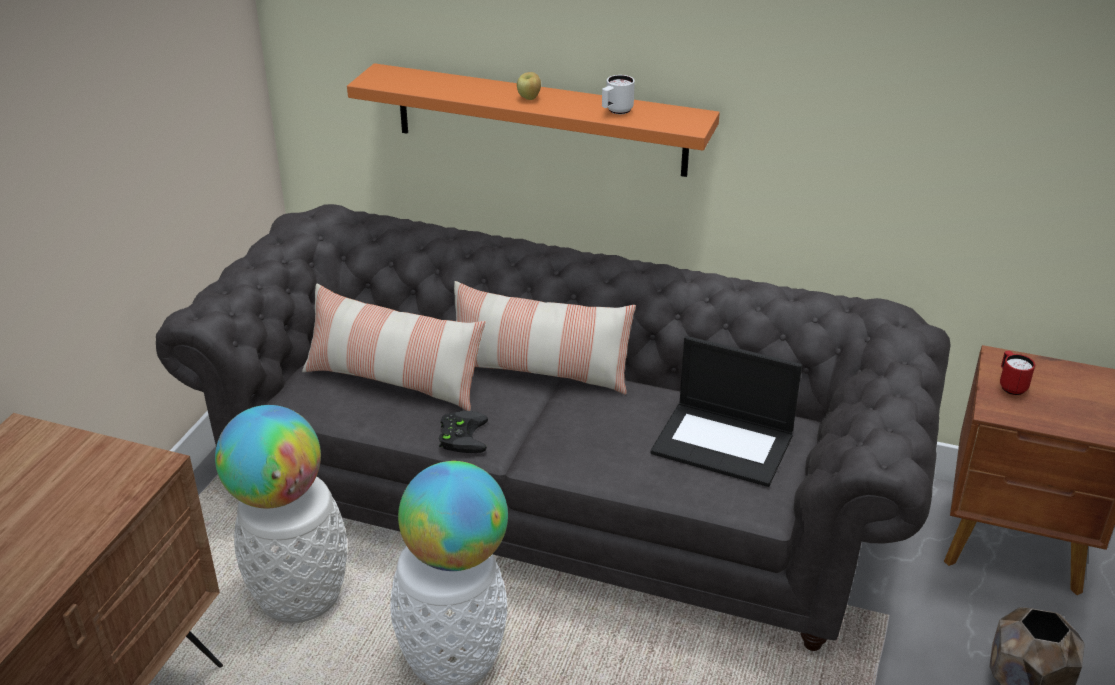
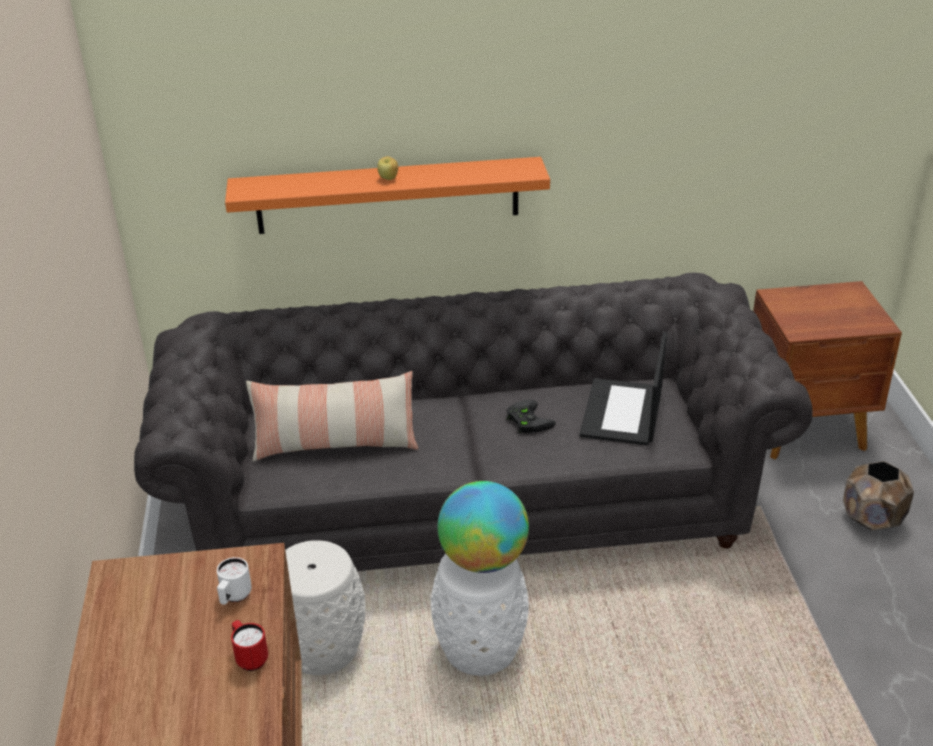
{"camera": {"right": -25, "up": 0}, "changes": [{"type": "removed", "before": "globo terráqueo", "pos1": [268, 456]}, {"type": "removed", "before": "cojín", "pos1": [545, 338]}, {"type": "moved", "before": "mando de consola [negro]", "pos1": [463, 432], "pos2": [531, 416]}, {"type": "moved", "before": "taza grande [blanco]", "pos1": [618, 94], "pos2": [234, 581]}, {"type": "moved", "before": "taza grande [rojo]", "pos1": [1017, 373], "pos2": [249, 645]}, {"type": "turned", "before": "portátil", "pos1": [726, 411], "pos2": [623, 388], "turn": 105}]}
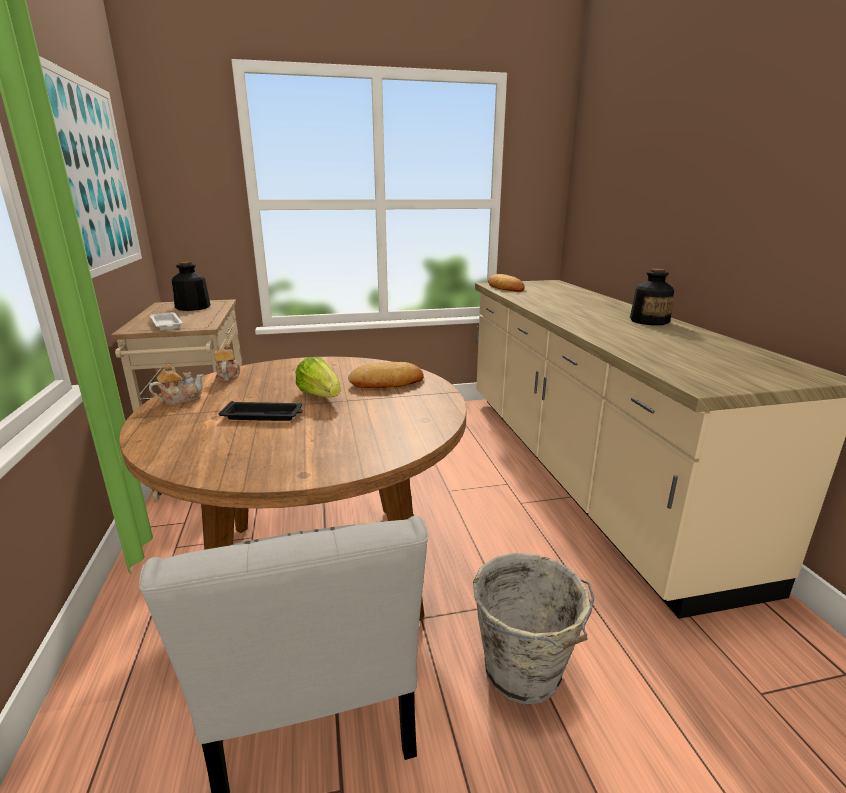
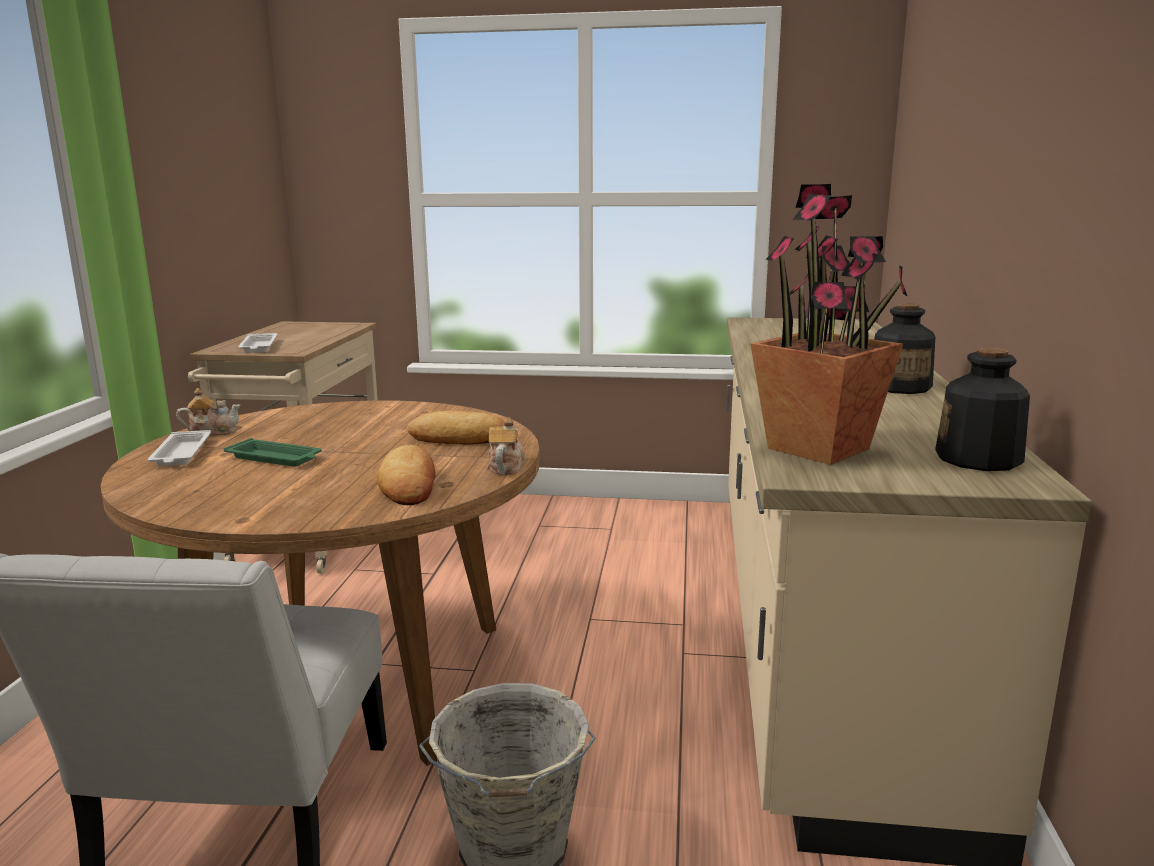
{"camera": {"right": 20, "up": -5}, "changes": [{"type": "removed", "before": "cuadro", "pos1": [90, 167]}, {"type": "removed", "before": "lechuga", "pos1": [318, 377]}, {"type": "added", "after": "bandeja [blanco]", "pos2": [179, 448]}, {"type": "added", "after": "planta en maceta", "pos2": [829, 324]}, {"type": "moved", "before": "botella", "pos1": [191, 286], "pos2": [982, 409]}, {"type": "moved", "before": "tetera", "pos1": [227, 362], "pos2": [506, 446]}, {"type": "moved", "before": "pan", "pos1": [506, 283], "pos2": [406, 475]}, {"type": "recoloured", "before": "bandeja [negro]", "after": "bandeja [verde]", "pos1": [260, 411], "pos2": [273, 452]}]}
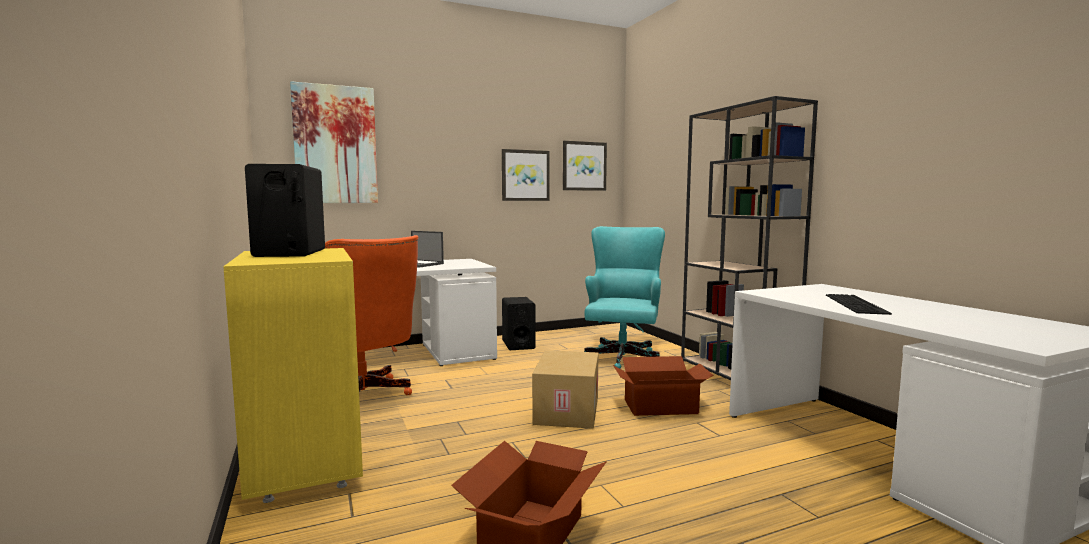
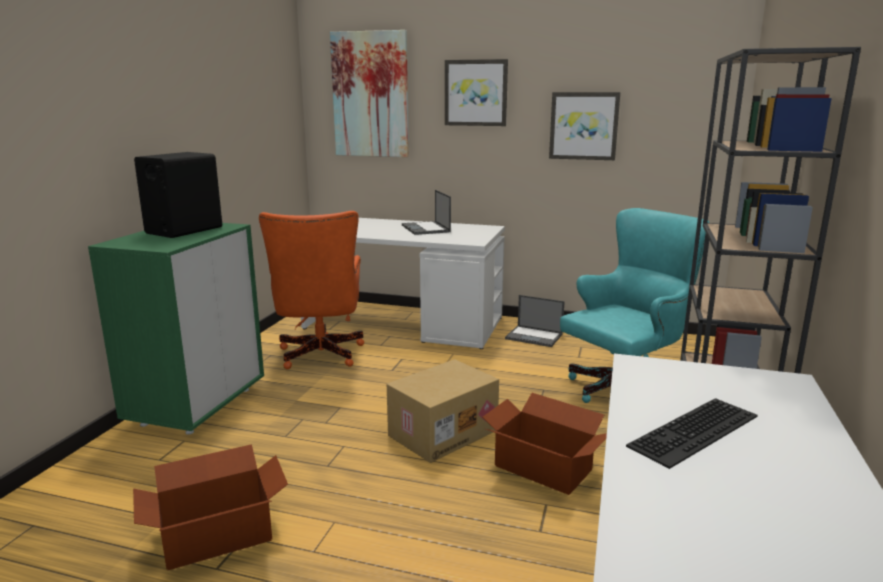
{"camera": {"right": 40, "up": 10}, "changes": [{"type": "moved", "before": "cuadro", "pos1": [585, 166], "pos2": [476, 92]}, {"type": "replaced", "before": "altavoz [negro]", "after": "portátil", "pos1": [518, 323], "pos2": [535, 321]}, {"type": "recoloured", "before": "armario [amarillo]", "after": "armario [verde]", "pos1": [293, 375], "pos2": [176, 329]}]}
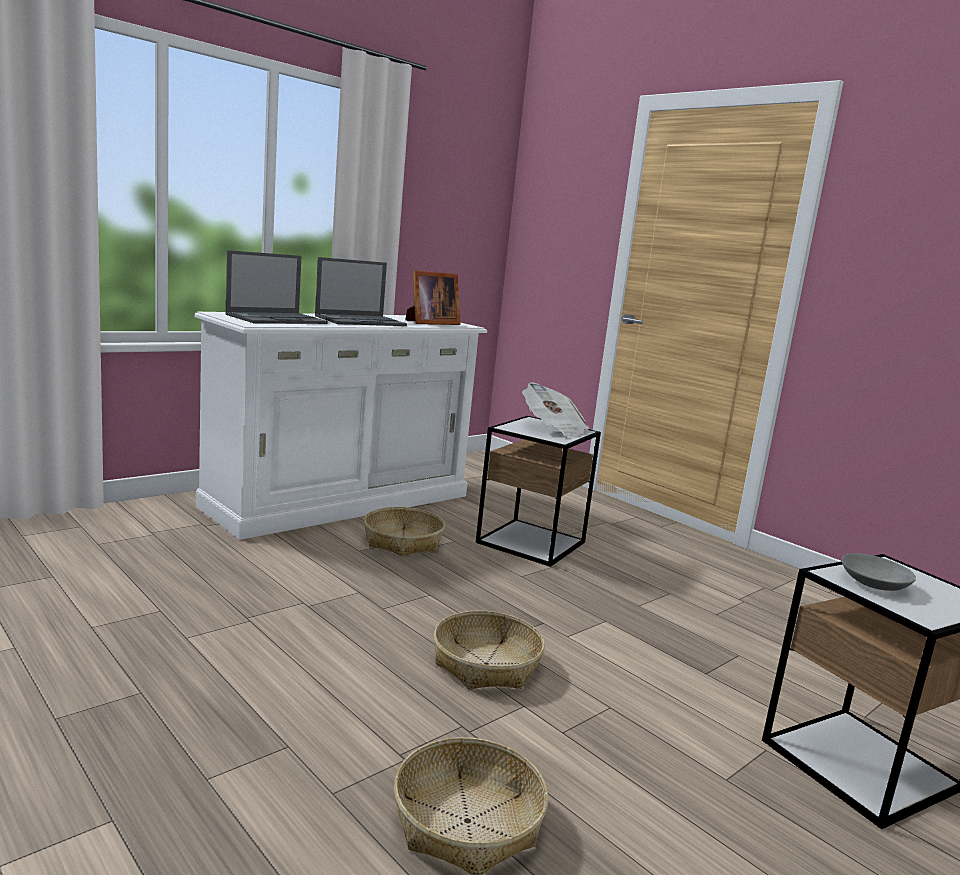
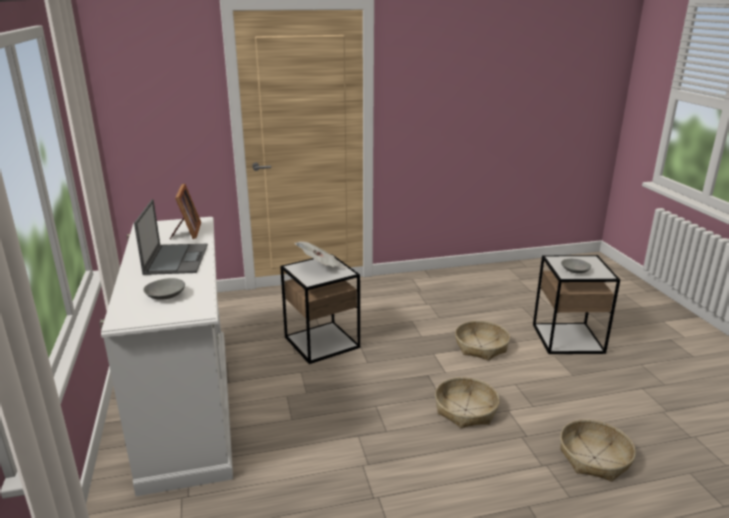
{"camera": {"right": -60, "up": 10}, "changes": [{"type": "moved", "before": "cesta", "pos1": [404, 531], "pos2": [482, 341]}, {"type": "replaced", "before": "portátil", "after": "cuenco [gris]", "pos1": [276, 287], "pos2": [164, 288]}]}
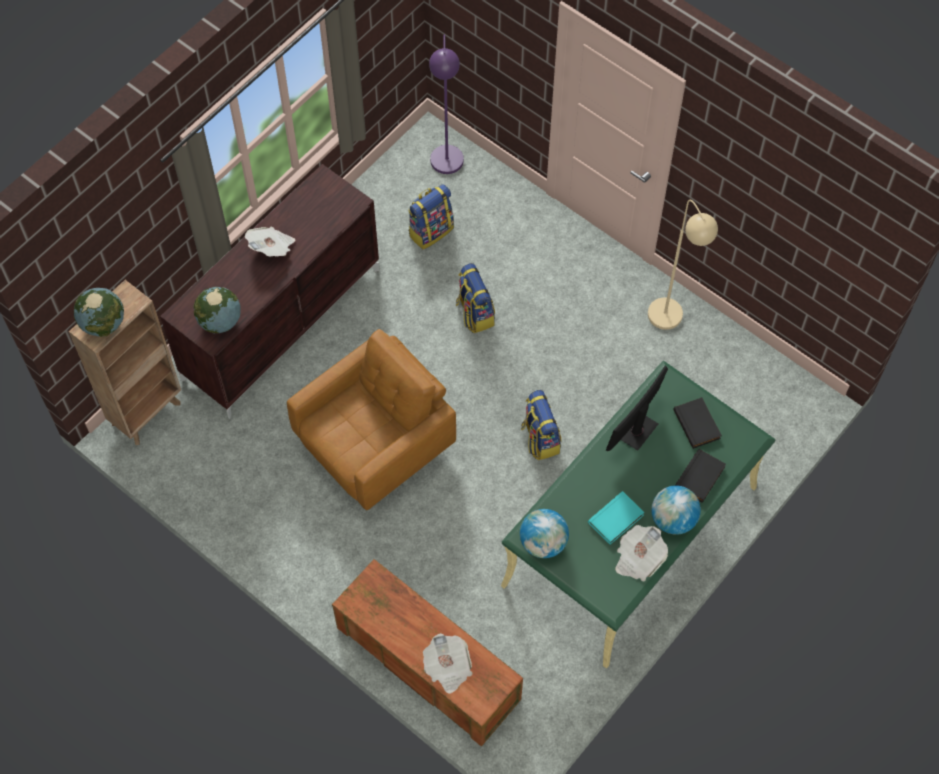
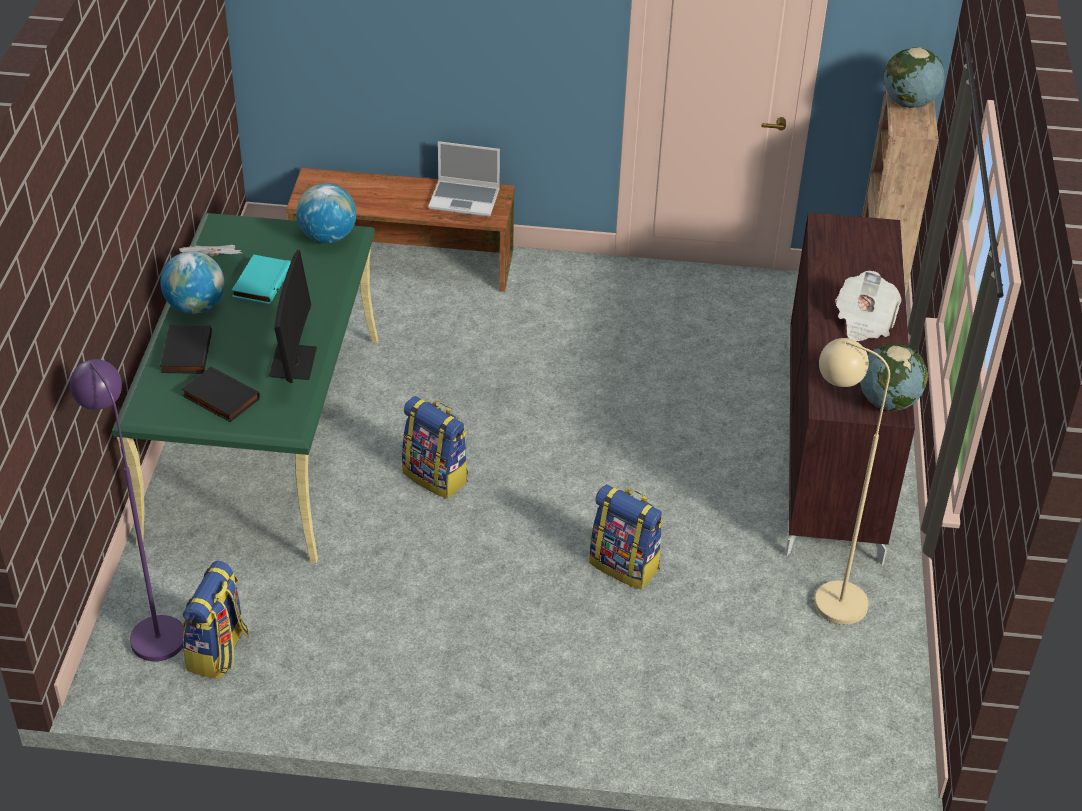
{"camera": {"right": 145, "up": -20}, "changes": [{"type": "removed", "before": "sillón [marrón]", "pos1": [371, 419]}, {"type": "removed", "before": "periódico", "pos1": [448, 663]}, {"type": "added", "after": "portátil", "pos2": [464, 179]}, {"type": "moved", "before": "globo terráqueo", "pos1": [217, 310], "pos2": [894, 377]}, {"type": "moved", "before": "mochila", "pos1": [431, 216], "pos2": [216, 620]}, {"type": "moved", "before": "lámpara de pie [morado]", "pos1": [446, 104], "pos2": [127, 510]}, {"type": "moved", "before": "lámpara de pie [beis]", "pos1": [683, 265], "pos2": [852, 481]}]}
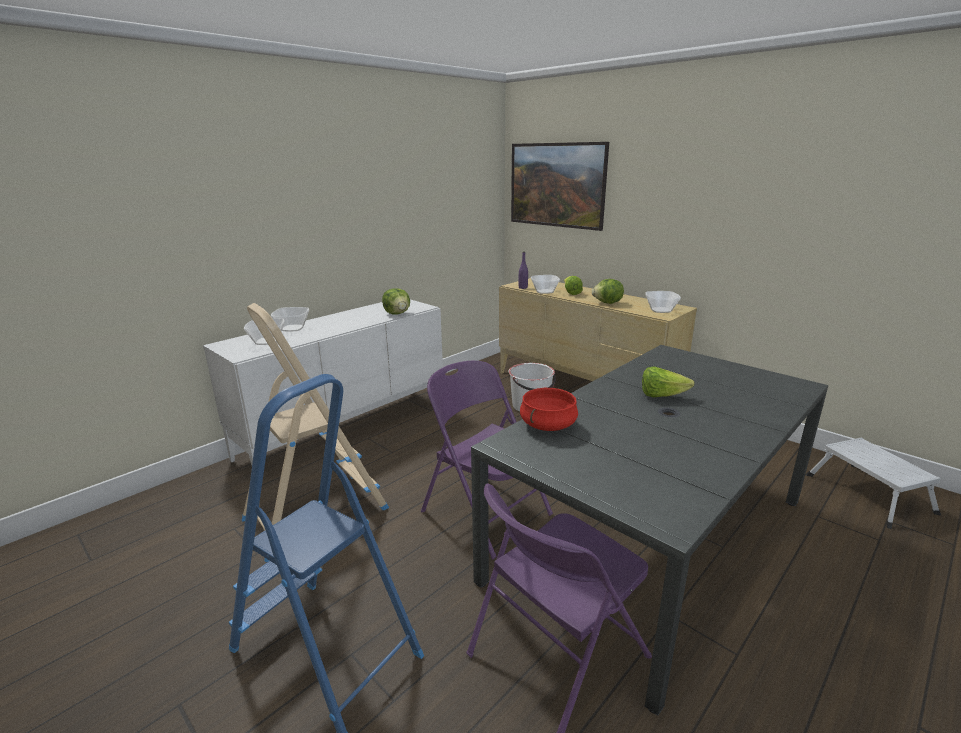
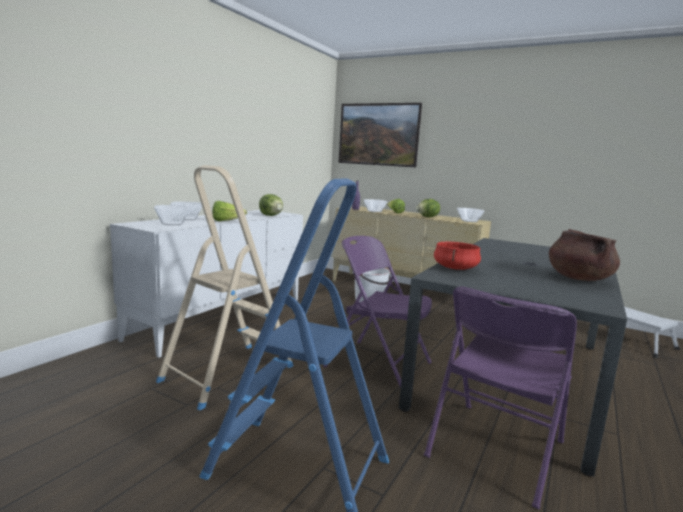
{"camera": {"right": -15, "up": -10}, "changes": [{"type": "added", "after": "olla [marrón]", "pos2": [584, 255]}, {"type": "moved", "before": "lechuga", "pos1": [668, 381], "pos2": [229, 211]}]}
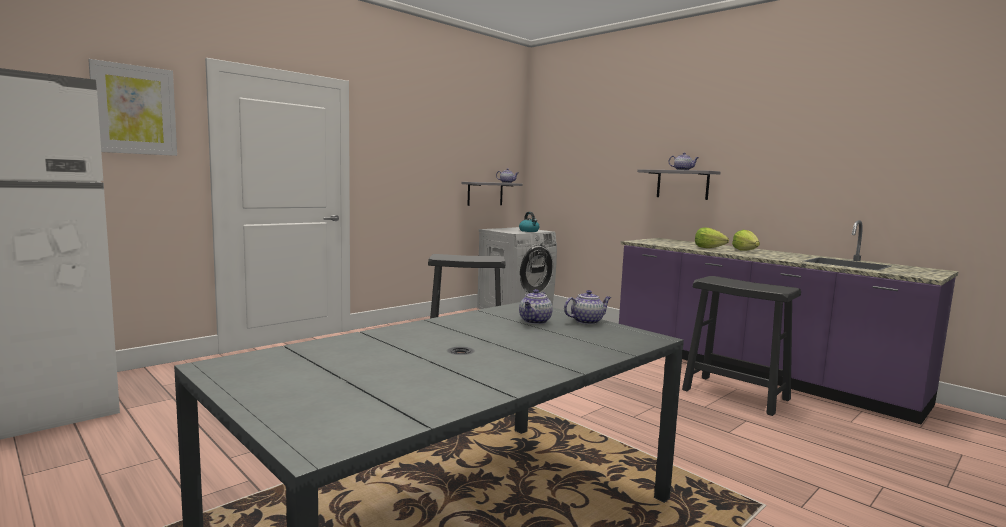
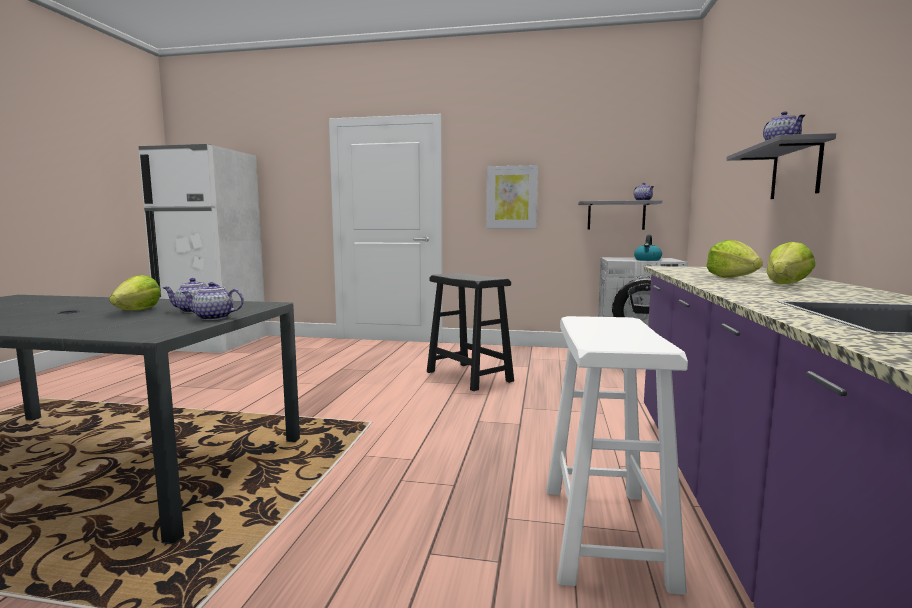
{"camera": {"right": 55, "up": 0}, "changes": [{"type": "added", "after": "lechuga", "pos2": [135, 292]}, {"type": "moved", "before": "cuadro", "pos1": [132, 107], "pos2": [512, 197]}, {"type": "recoloured", "before": "taburete [negro]", "after": "taburete [blanco]", "pos1": [741, 346], "pos2": [617, 455]}, {"type": "turned", "before": "tetera", "pos1": [587, 307], "pos2": [213, 301], "turn": 150}]}
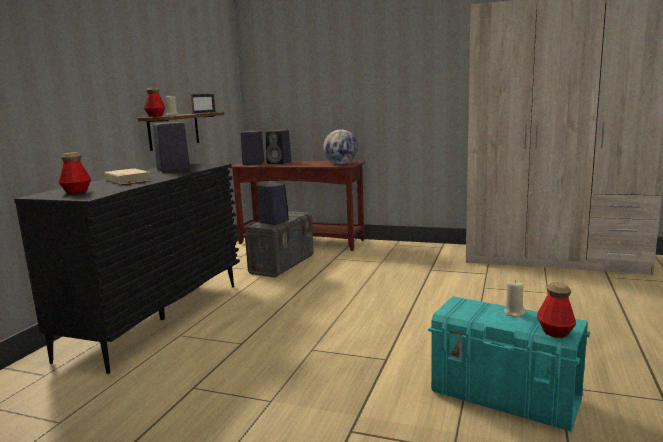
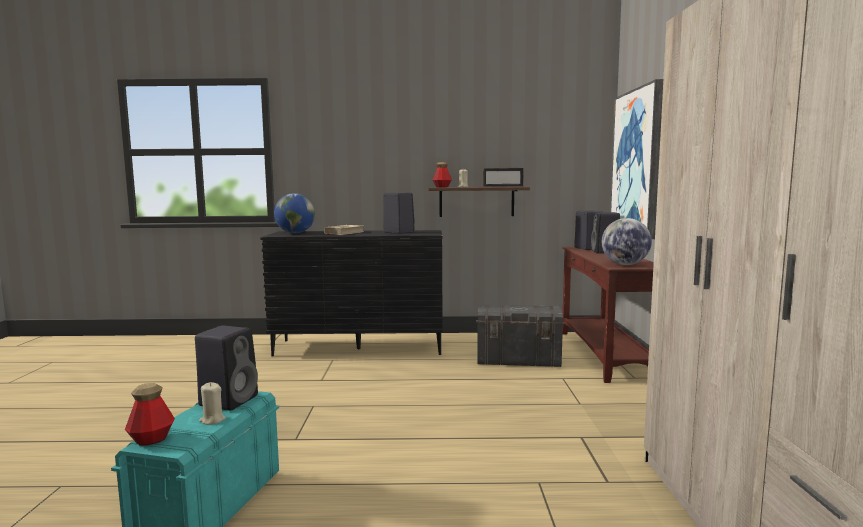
{"camera": {"right": 70, "up": -5}, "changes": [{"type": "added", "after": "cuadro", "pos2": [636, 159]}, {"type": "moved", "before": "altavoz [negro]", "pos1": [273, 204], "pos2": [226, 368]}, {"type": "replaced", "before": "botella", "after": "globo terráqueo", "pos1": [74, 173], "pos2": [294, 213]}]}
